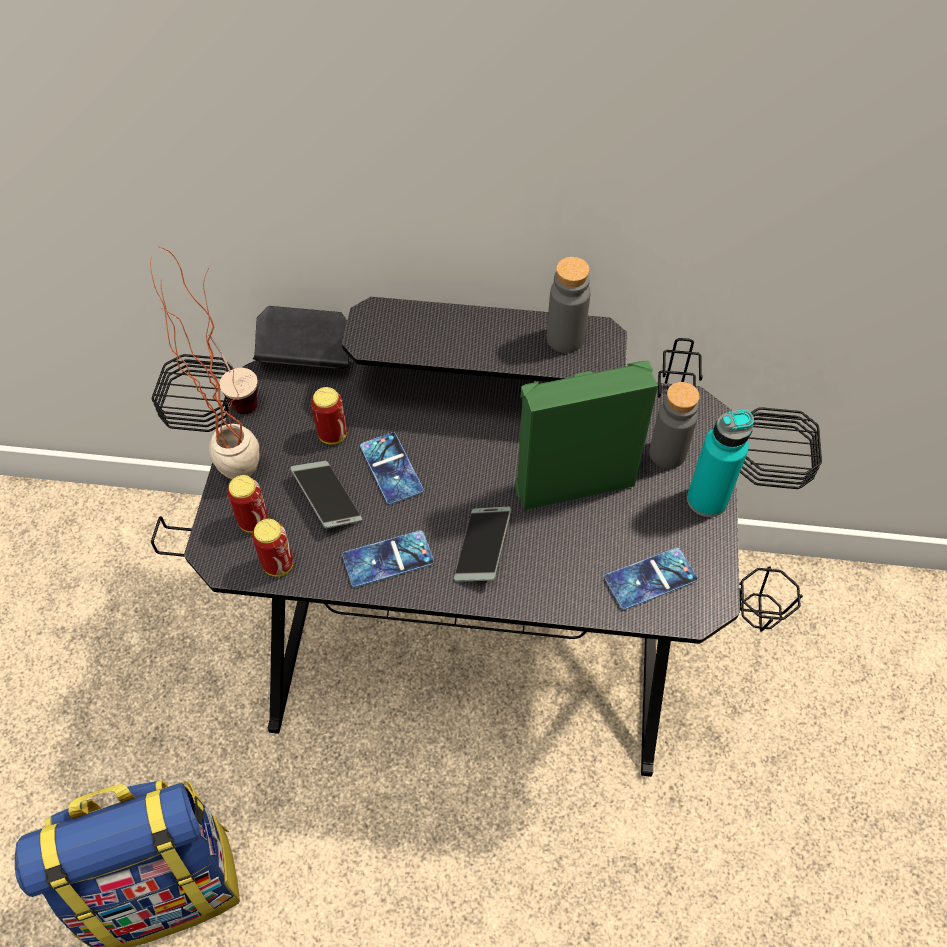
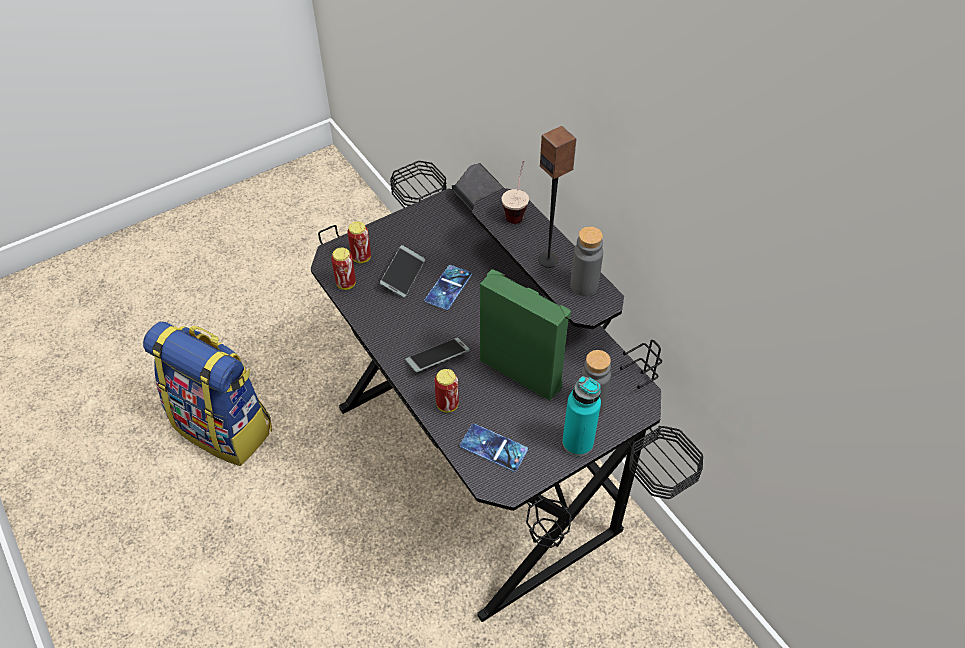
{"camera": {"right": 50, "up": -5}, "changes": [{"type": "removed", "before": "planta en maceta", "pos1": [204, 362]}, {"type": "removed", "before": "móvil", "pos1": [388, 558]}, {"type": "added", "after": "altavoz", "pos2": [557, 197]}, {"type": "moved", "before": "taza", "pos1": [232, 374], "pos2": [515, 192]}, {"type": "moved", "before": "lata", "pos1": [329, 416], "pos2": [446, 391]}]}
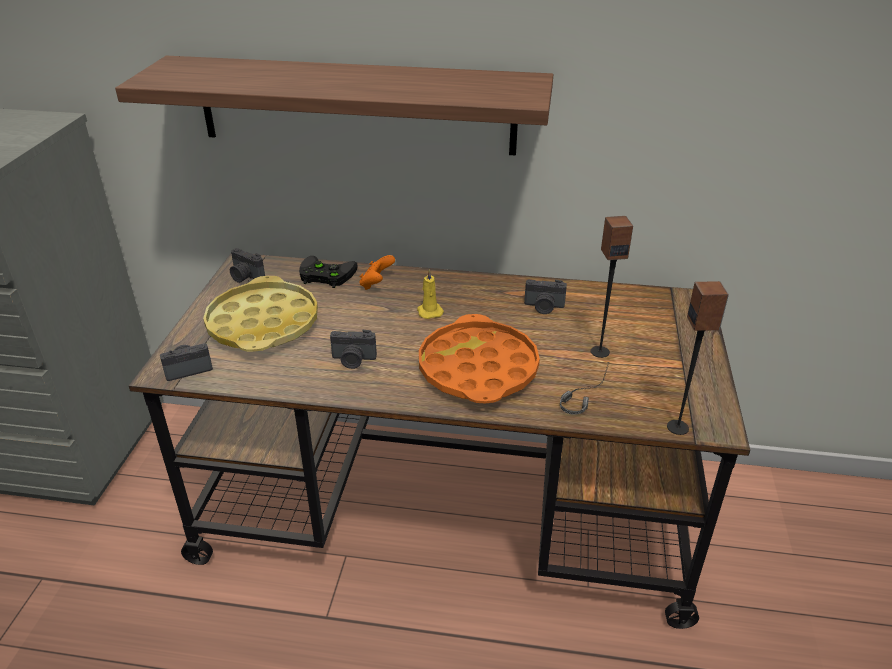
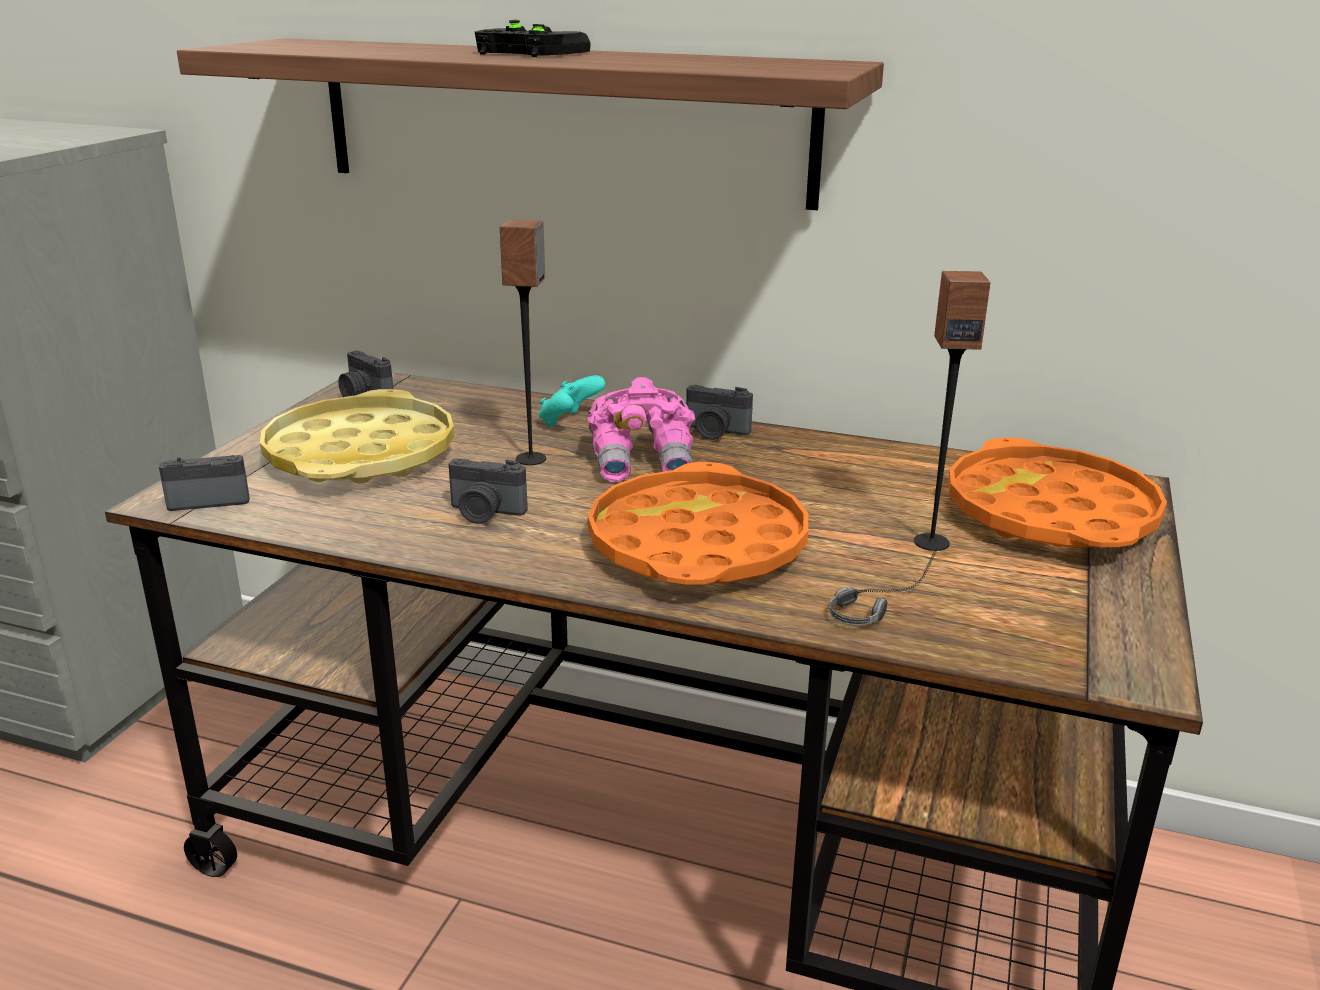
{"camera": {"right": 10, "up": -10}, "changes": [{"type": "added", "after": "bandeja [naranja]", "pos2": [1057, 492]}, {"type": "moved", "before": "mando de consola [negro]", "pos1": [328, 272], "pos2": [533, 38]}, {"type": "moved", "before": "cámara", "pos1": [545, 297], "pos2": [719, 412]}, {"type": "moved", "before": "altavoz", "pos1": [698, 358], "pos2": [523, 342]}, {"type": "replaced", "before": "vela [amarillo]", "after": "prismáticos [rosa]", "pos1": [430, 294], "pos2": [641, 429]}, {"type": "recoloured", "before": "mando de consola [naranja]", "after": "mando de consola [turquesa]", "pos1": [377, 272], "pos2": [572, 401]}]}
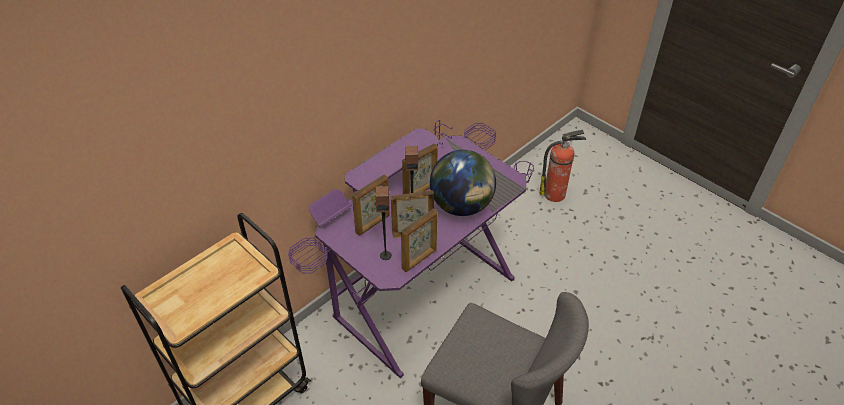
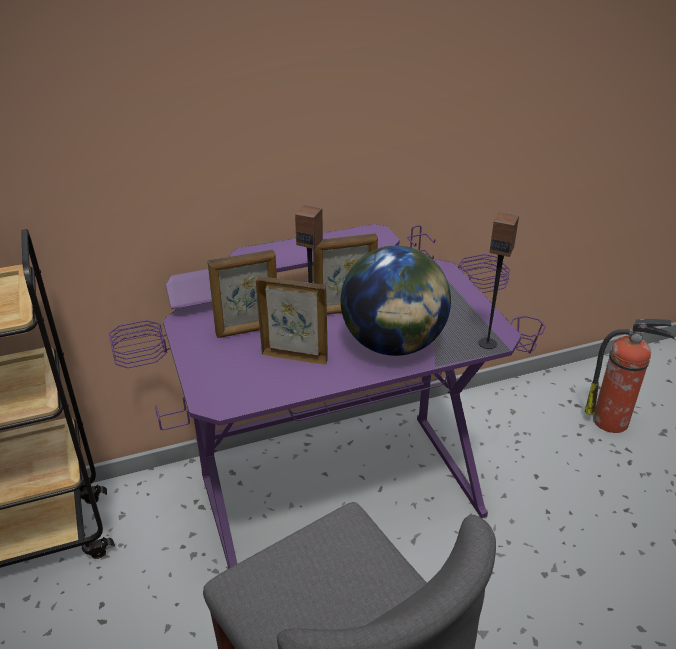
{"camera": {"right": 25, "up": -10}, "changes": [{"type": "removed", "before": "portarretratos", "pos1": [419, 240]}, {"type": "moved", "before": "altavoz", "pos1": [383, 223], "pos2": [499, 280]}]}
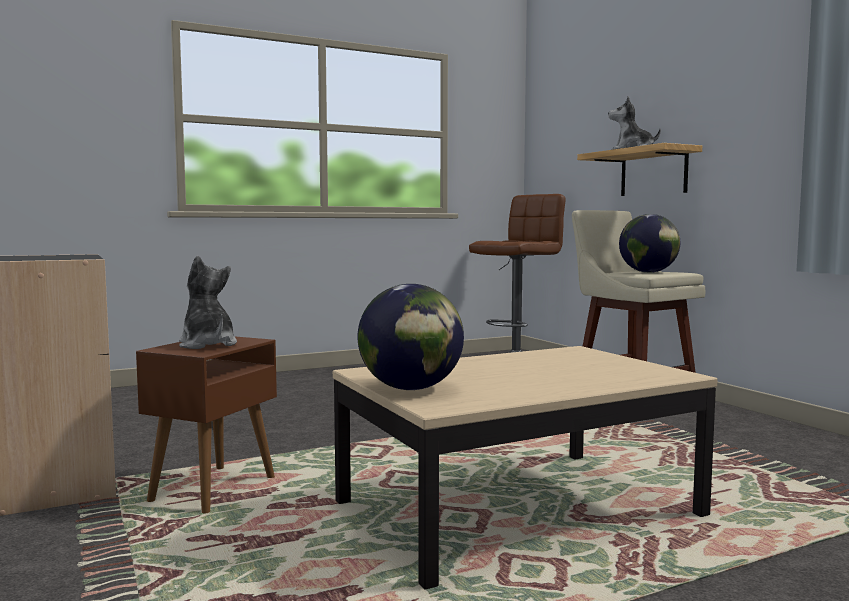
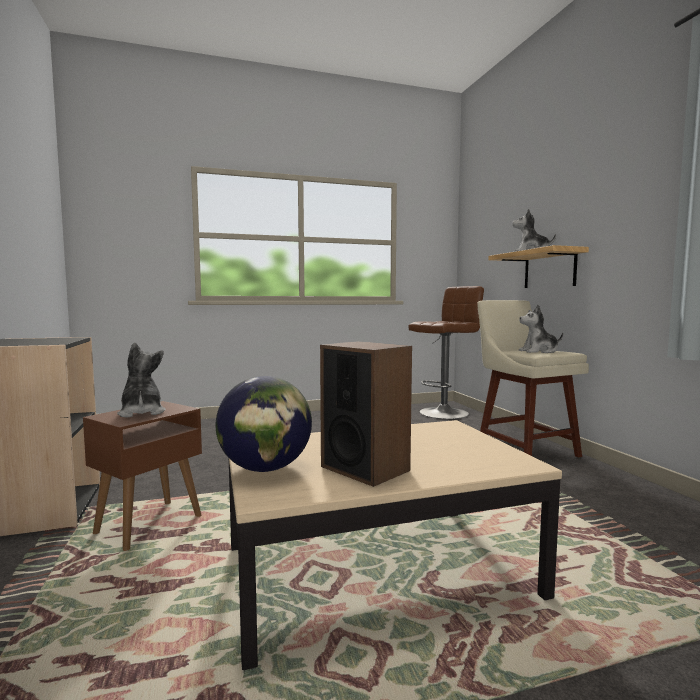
{"camera": {"right": 10, "up": 0}, "changes": [{"type": "added", "after": "altavoz", "pos2": [366, 414]}, {"type": "replaced", "before": "globo terráqueo", "after": "peluche", "pos1": [649, 243], "pos2": [541, 328]}]}
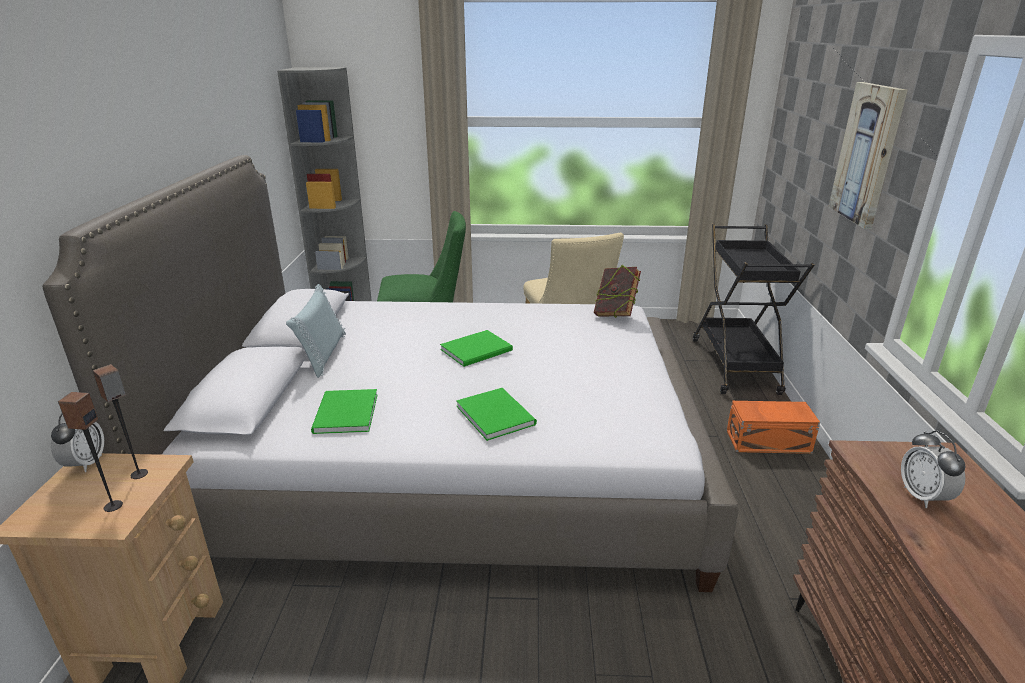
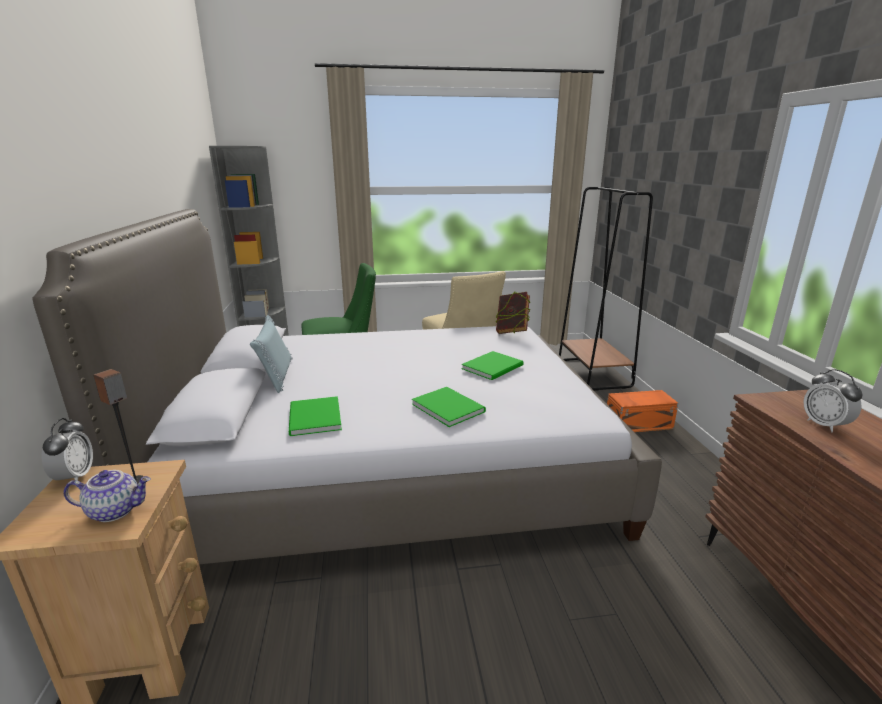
{"camera": {"right": -10, "up": -5}, "changes": [{"type": "removed", "before": "cuadro", "pos1": [868, 155]}, {"type": "moved", "before": "libro [verde]", "pos1": [476, 348], "pos2": [493, 365]}, {"type": "replaced", "before": "altavoz", "after": "tetera", "pos1": [90, 452], "pos2": [107, 496]}, {"type": "replaced", "before": "carrito [negro]", "after": "perchero", "pos1": [754, 309], "pos2": [606, 289]}]}
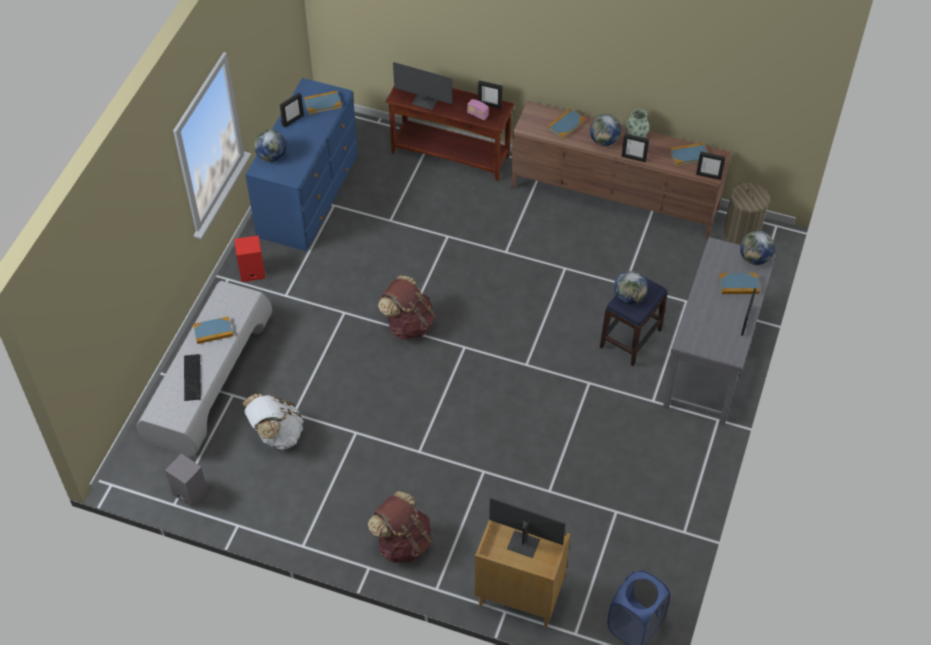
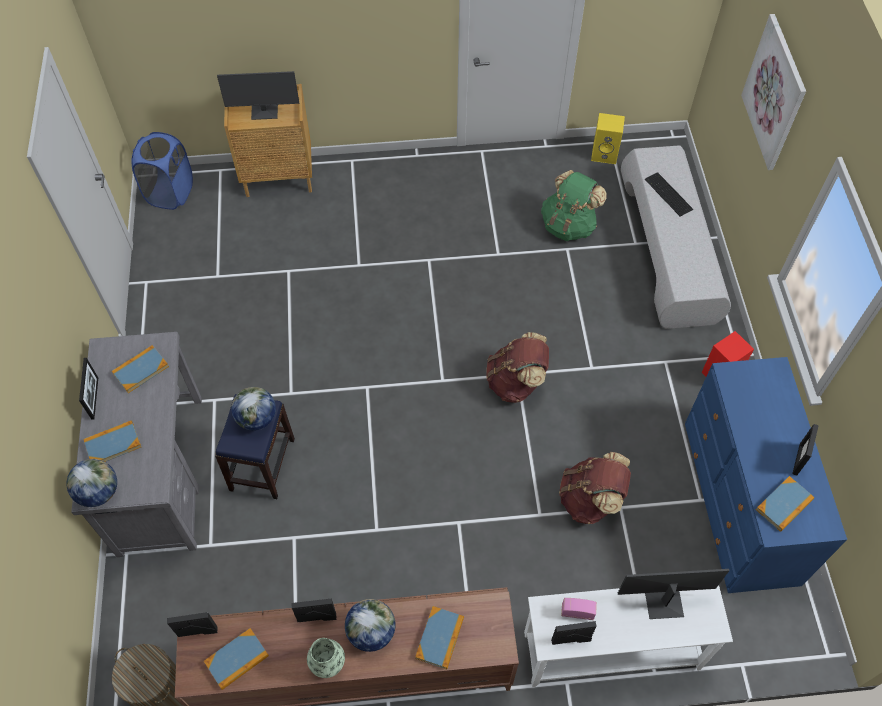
{"camera": {"right": 155, "up": 5}, "changes": [{"type": "removed", "before": "globo terráqueo", "pos1": [270, 145]}, {"type": "added", "after": "cuadro", "pos2": [773, 92]}, {"type": "moved", "before": "libro", "pos1": [213, 330], "pos2": [140, 369]}, {"type": "moved", "before": "mochila [marrón]", "pos1": [400, 527], "pos2": [595, 488]}, {"type": "recoloured", "before": "altavoz [gris]", "after": "altavoz [amarillo]", "pos1": [186, 481], "pos2": [608, 138]}, {"type": "recoloured", "before": "mochila [blanco]", "after": "mochila [verde]", "pos1": [273, 422], "pos2": [573, 205]}, {"type": "recoloured", "before": "mesa consola [marrón]", "after": "mesa consola [blanco]", "pos1": [450, 134], "pos2": [628, 636]}]}
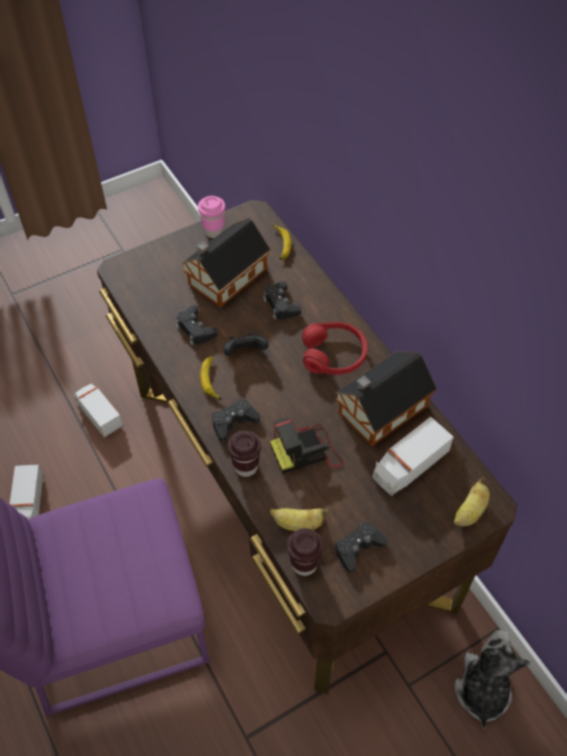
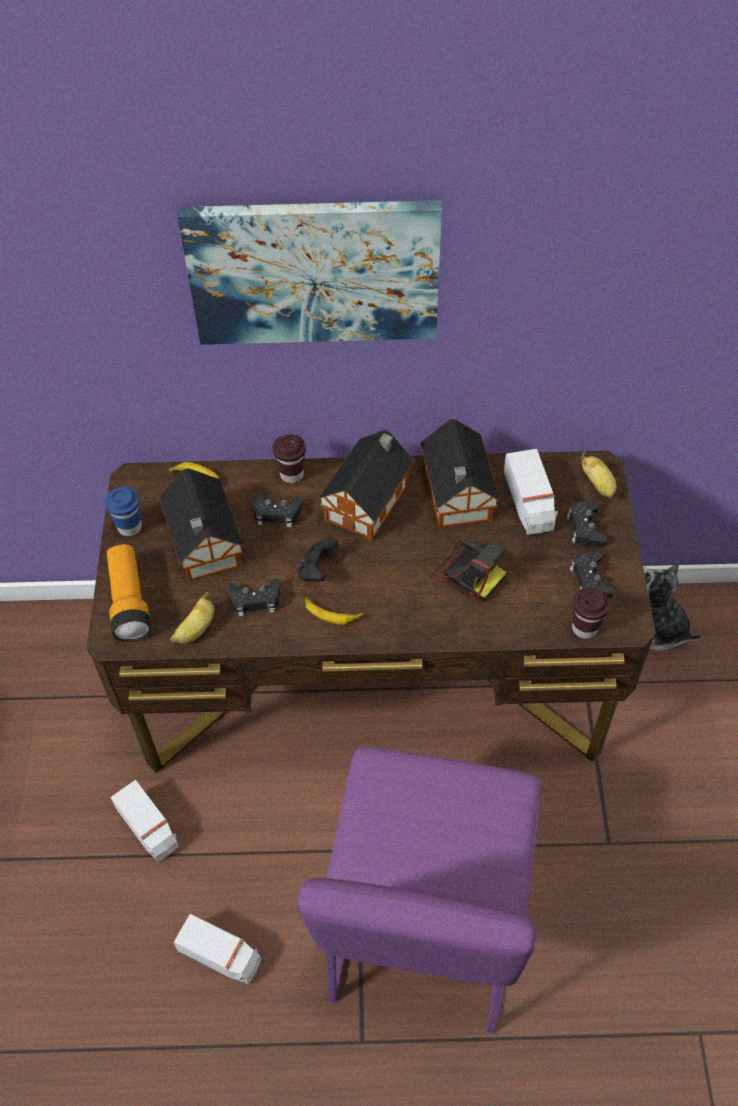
{"camera": {"right": -60, "up": 0}, "changes": [{"type": "added", "after": "linterna", "pos2": [129, 593]}, {"type": "added", "after": "cuadro", "pos2": [310, 272]}, {"type": "moved", "before": "mando de consola [negro]", "pos1": [236, 419], "pos2": [587, 524]}, {"type": "moved", "before": "taza [marrón]", "pos1": [244, 454], "pos2": [289, 458]}, {"type": "moved", "before": "plátano", "pos1": [299, 519], "pos2": [192, 618]}, {"type": "replaced", "before": "auriculares [rojo]", "after": "casita", "pos1": [334, 348], "pos2": [366, 485]}, {"type": "recoloured", "before": "taza [rosa]", "after": "taza [azul]", "pos1": [211, 217], "pos2": [123, 511]}, {"type": "turned", "before": "camión de juguete", "pos1": [98, 410], "pos2": [144, 821], "turn": -120}, {"type": "turned", "before": "cámara", "pos1": [306, 445], "pos2": [468, 569], "turn": -60}]}
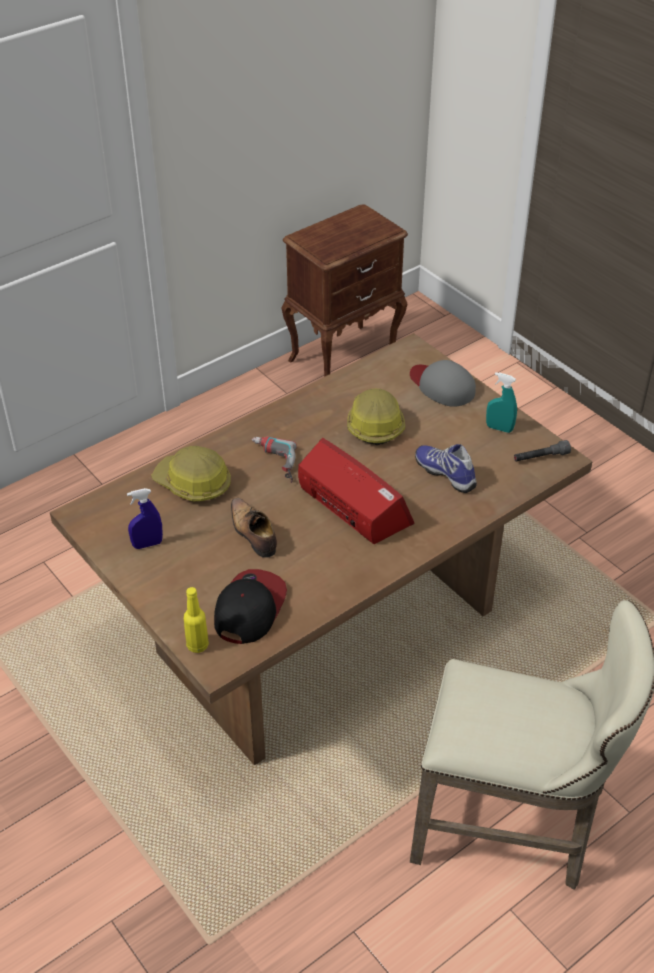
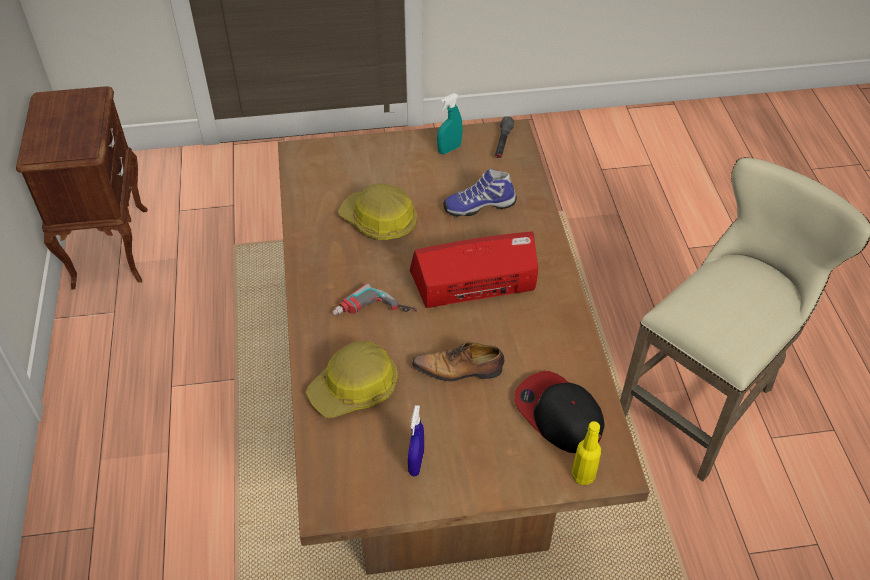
{"camera": {"right": -60, "up": 5}, "changes": [{"type": "removed", "before": "gorra [gris]", "pos1": [443, 383]}]}
